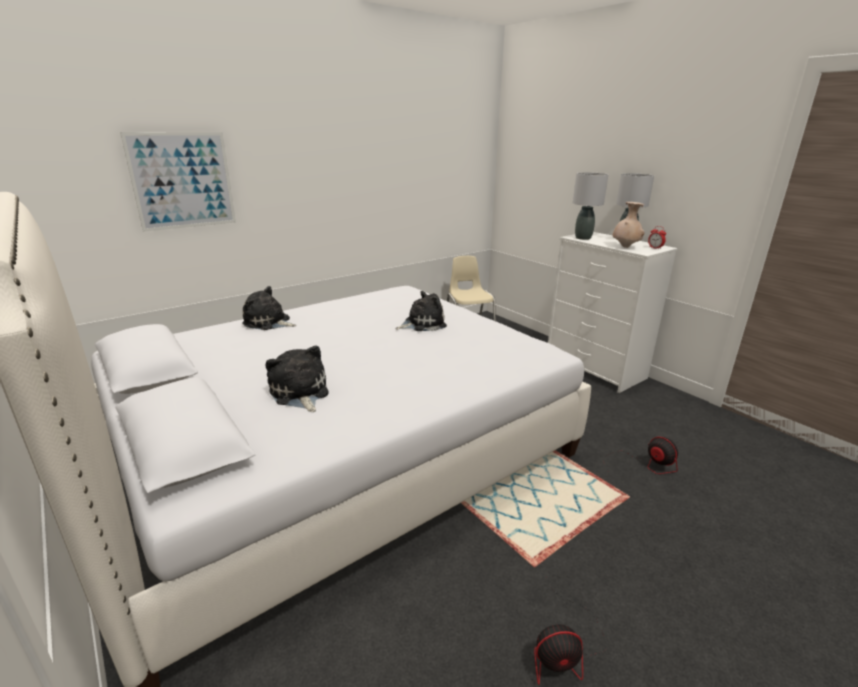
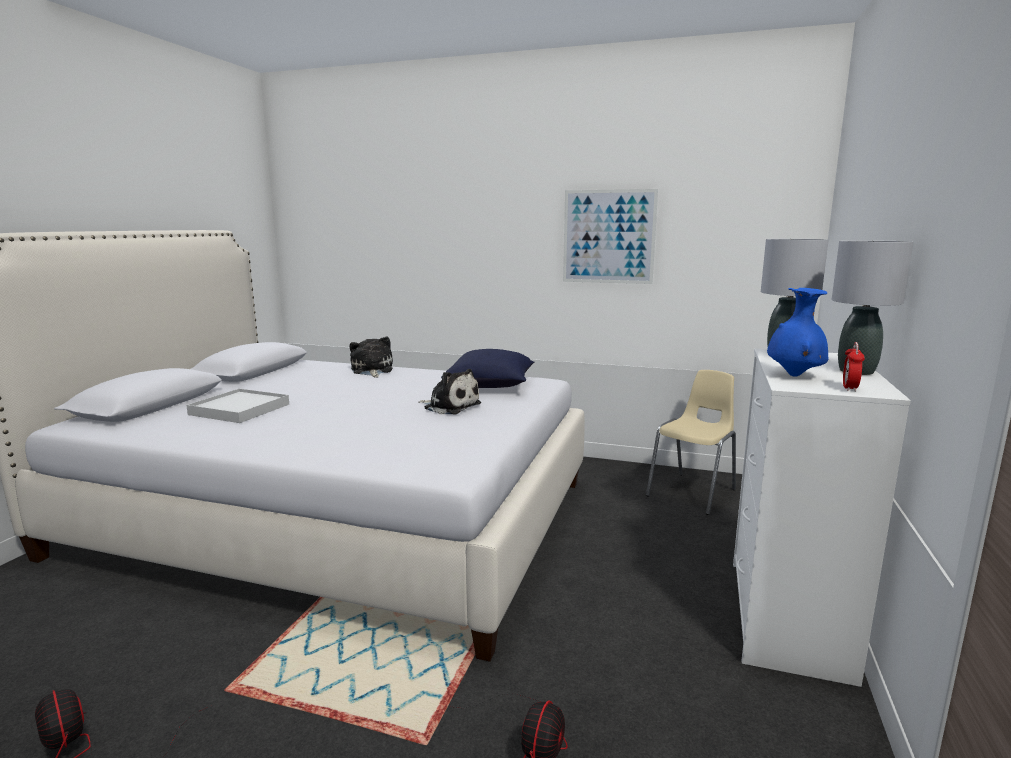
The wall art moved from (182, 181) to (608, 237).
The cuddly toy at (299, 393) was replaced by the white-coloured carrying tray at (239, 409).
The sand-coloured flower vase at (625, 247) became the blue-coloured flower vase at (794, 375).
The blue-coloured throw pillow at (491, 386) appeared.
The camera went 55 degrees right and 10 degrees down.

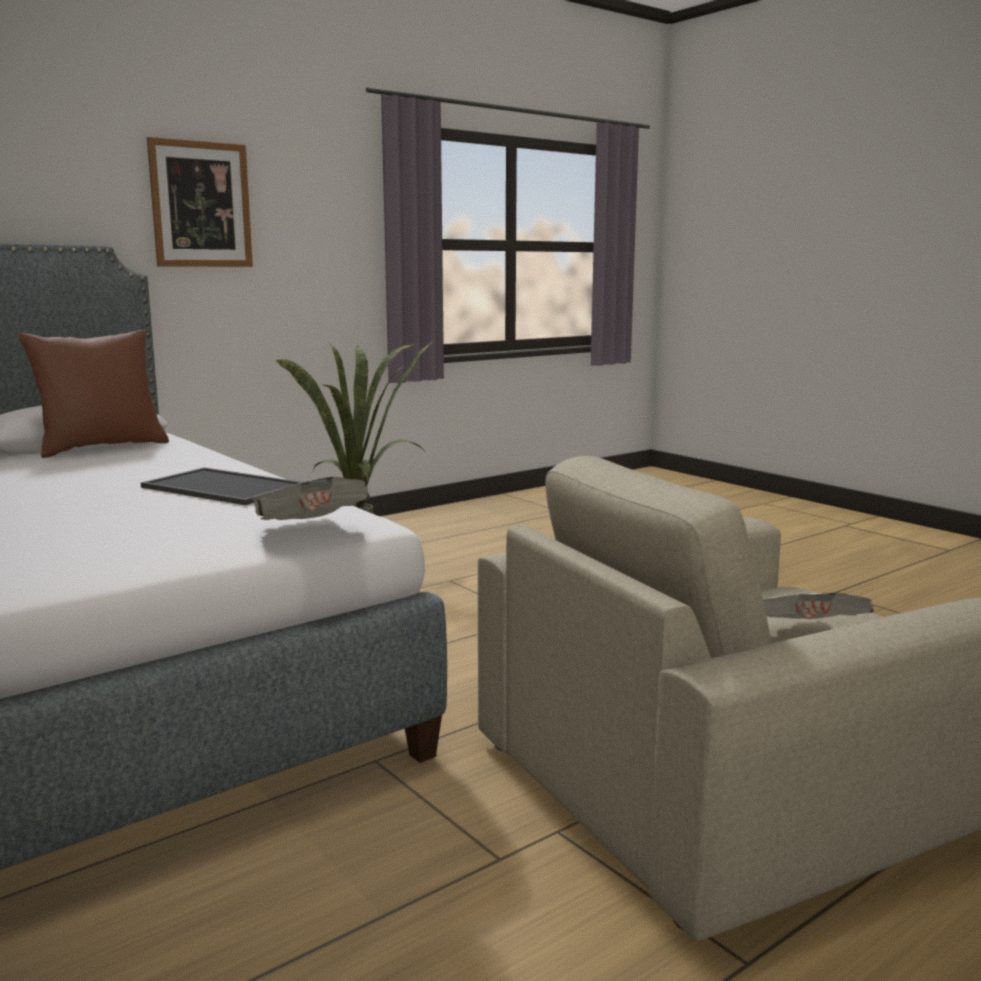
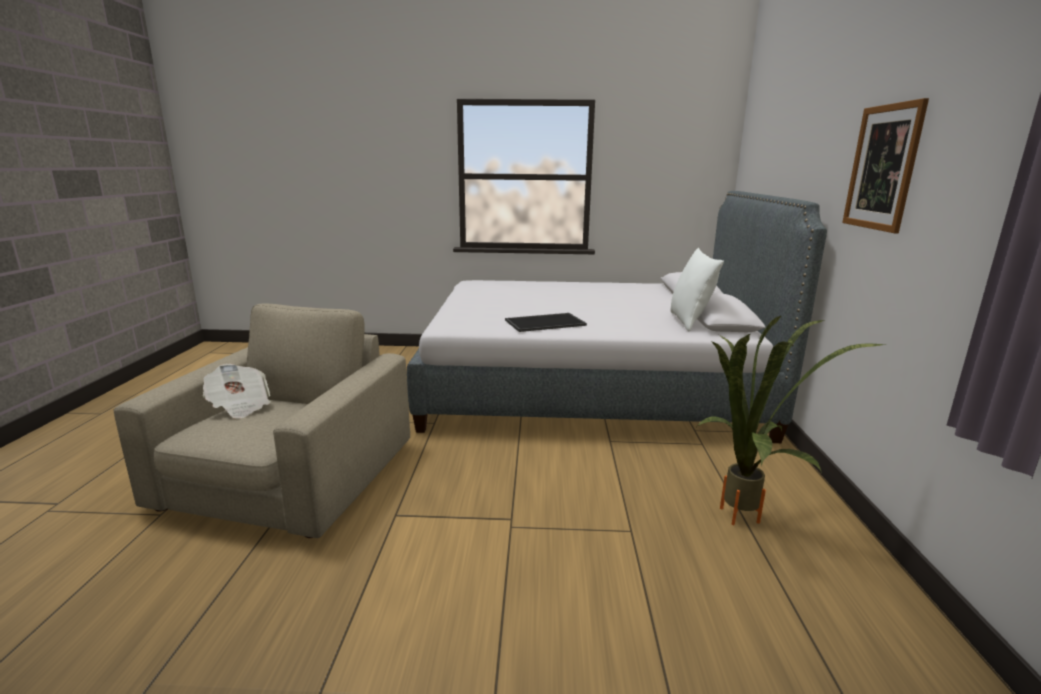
The brownish throw pillow at (102, 448) became the white-coloured throw pillow at (690, 321).
The daily paper at (313, 532) disappeared.
The camera went 130 degrees right and 5 degrees up.

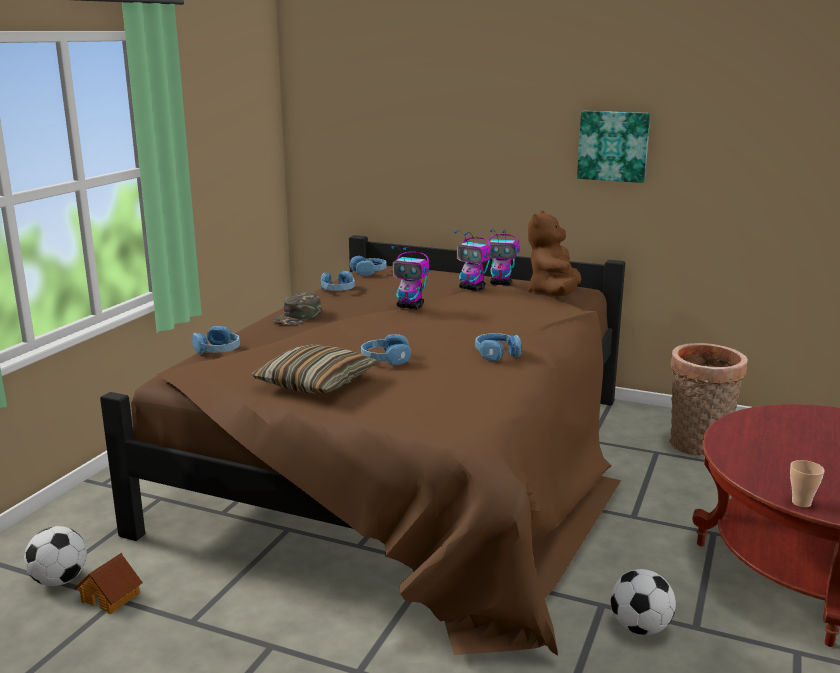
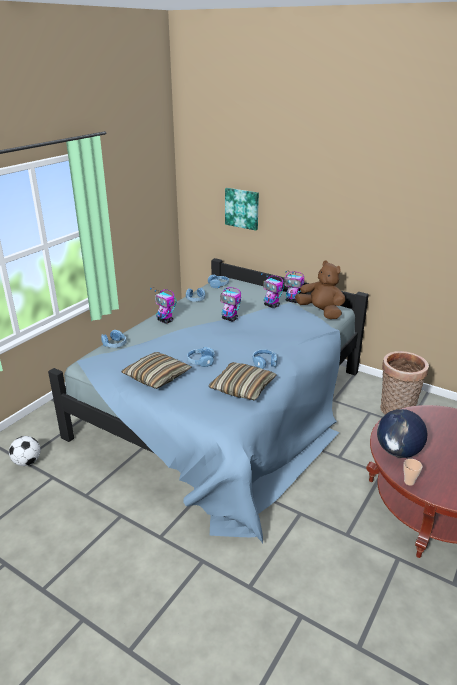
The model house at (111, 597) disappeared.
The brownish bed at (414, 467) became the blue-coloured bed at (226, 409).
The green cap at (297, 317) was replaced by the toy robot at (165, 321).
The brownish cuddly toy at (554, 294) turned 105 degrees clockwise.
The wall art moved from (613, 146) to (242, 208).
The football ball at (640, 628) disappeared.
The throw pillow at (242, 388) appeared.
The globe at (398, 452) appeared.
The camera went 10 degrees right and 10 degrees up.

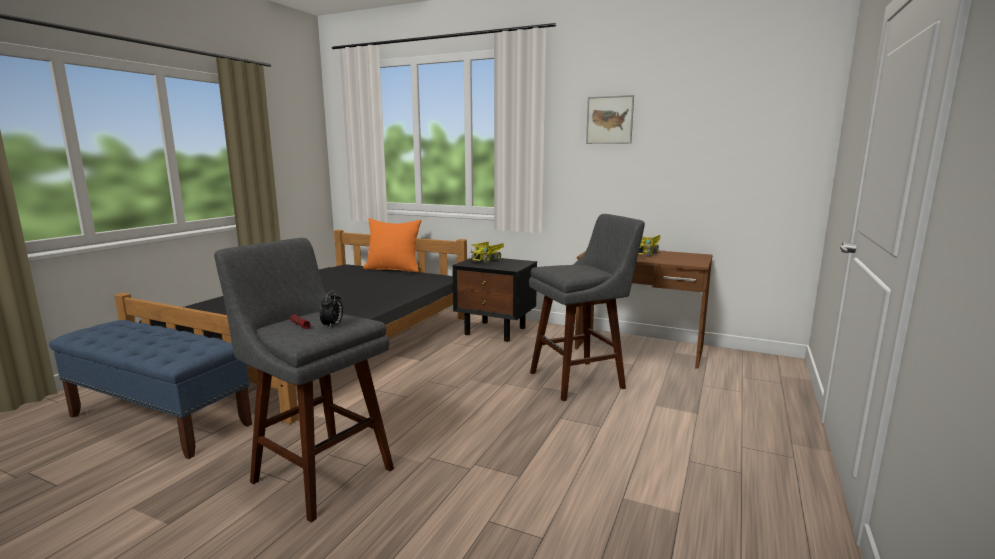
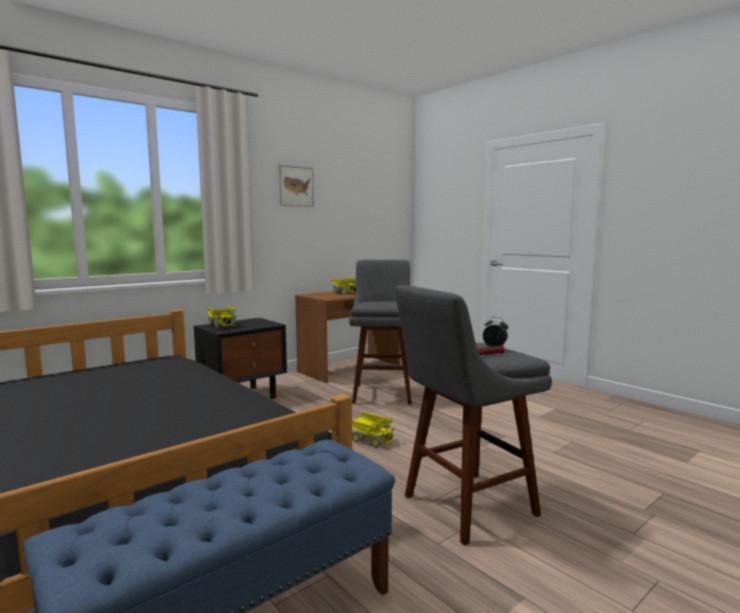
The orangey throw pillow at (393, 269) disappeared.
The toy lorry at (370, 440) appeared.
The camera went 65 degrees left and 5 degrees down.

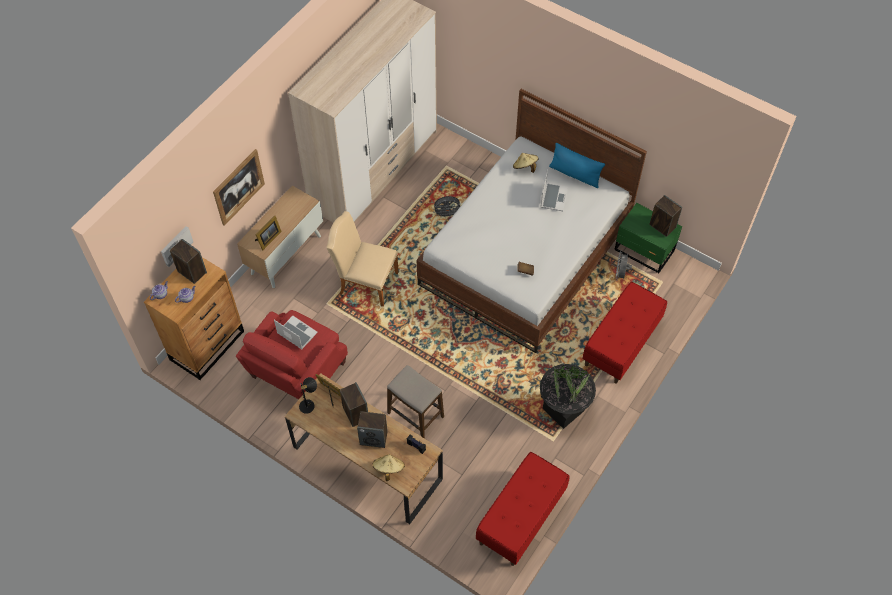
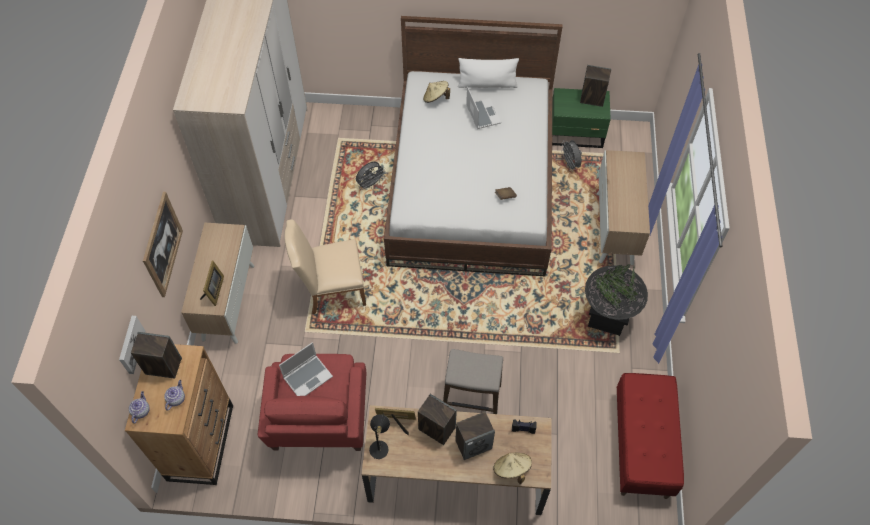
The notebook computer at (296, 333) turned 135 degrees clockwise.
The blue-coloured throw pillow at (575, 174) became the white-coloured throw pillow at (487, 84).
The red indoor bench at (621, 344) was replaced by the storage cabinet at (615, 228).
The camera went 30 degrees left and 0 degrees up.

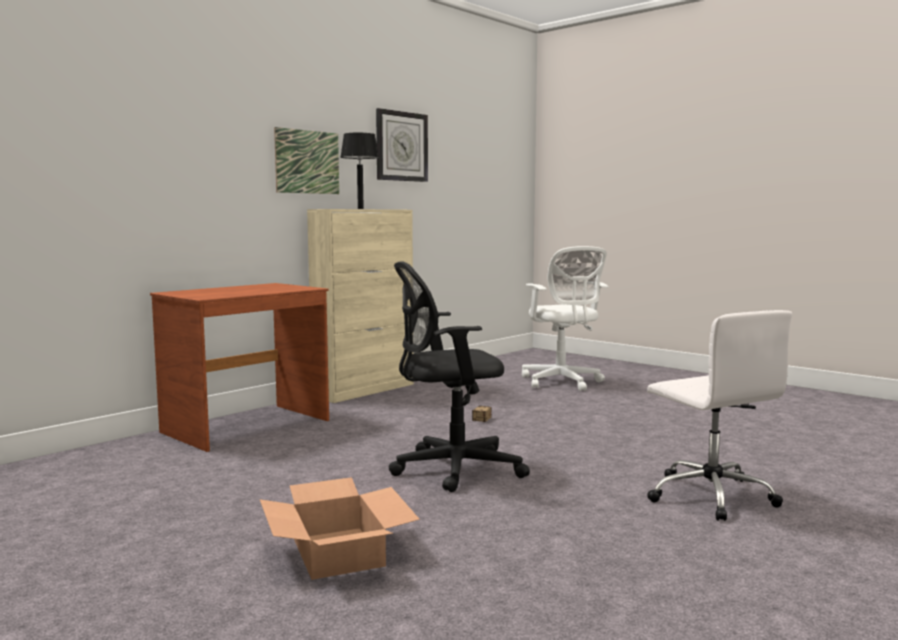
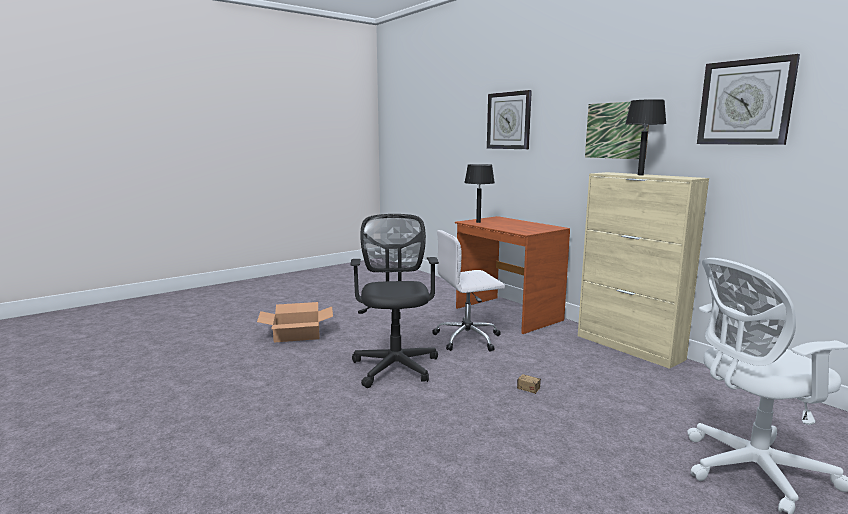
The white-coloured computer chair moved from (709, 495) to (468, 339).
The black tabletop lamp at (478, 222) appeared.
The hanging clock at (509, 120) appeared.
The camera went 100 degrees right and 5 degrees up.

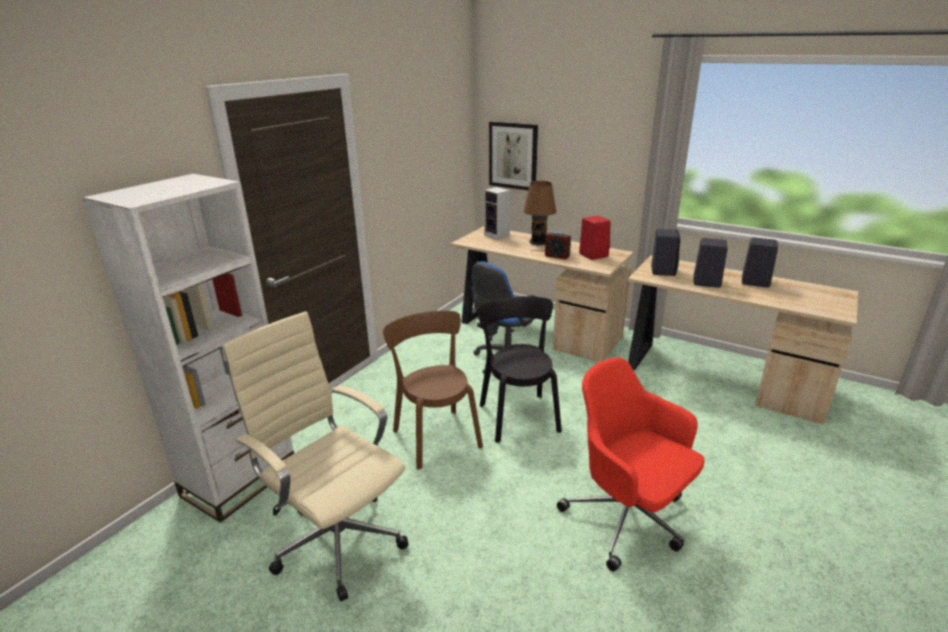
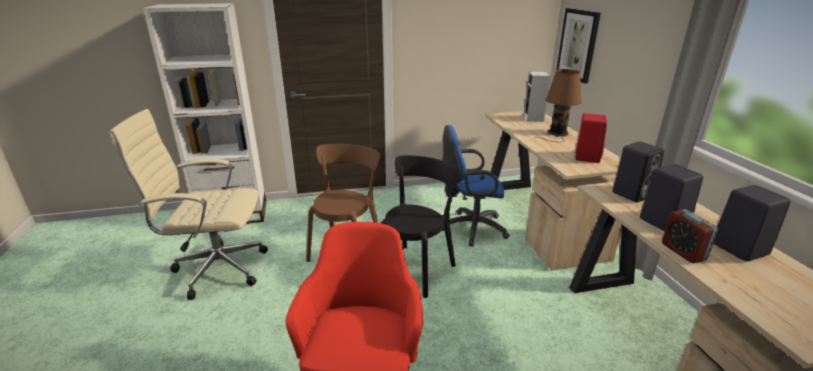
The sand-coloured computer chair at (336, 539) turned 90 degrees counterclockwise.
The bedside clock moved from (557, 256) to (683, 252).
The camera went 45 degrees right and 0 degrees up.

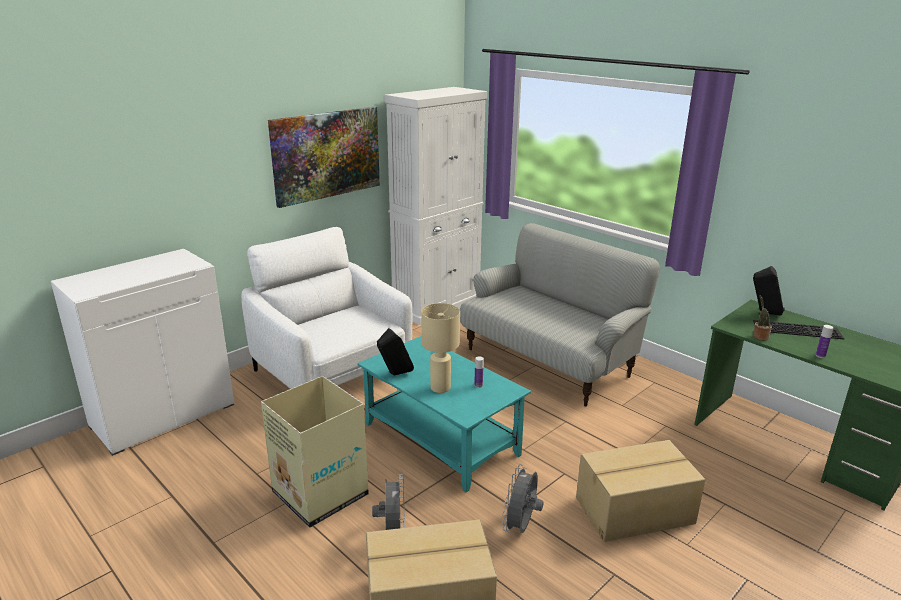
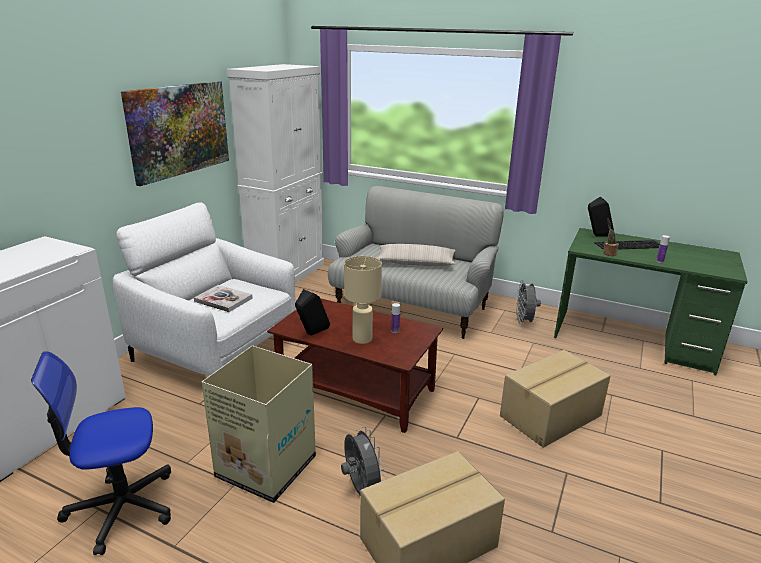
The turquoise low table at (442, 439) became the brownish low table at (357, 390).
The greyish cooling fan moved from (521, 527) to (524, 322).
The computer chair at (121, 507) appeared.
The volume at (223, 300) appeared.
The sand-coloured throw pillow at (416, 263) appeared.
The camera went 20 degrees left and 0 degrees up.

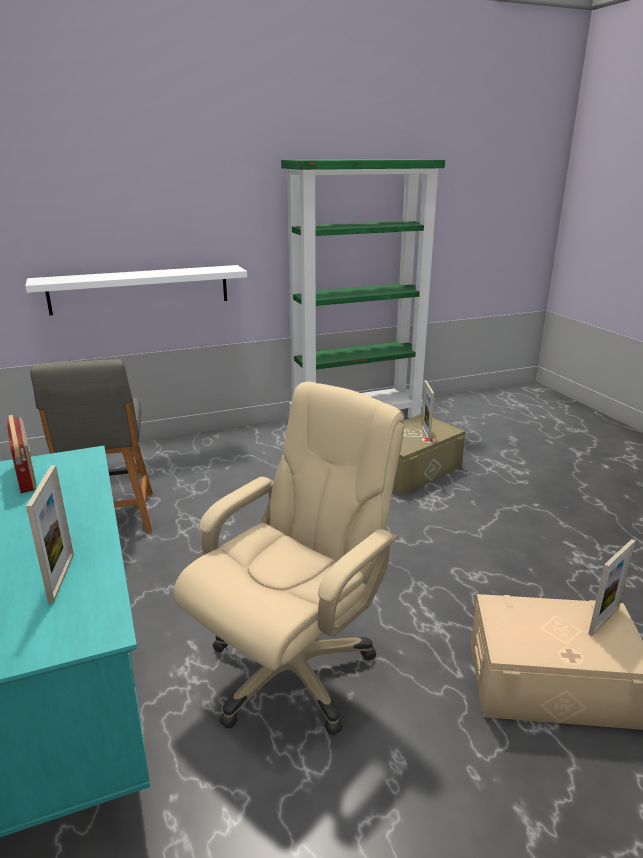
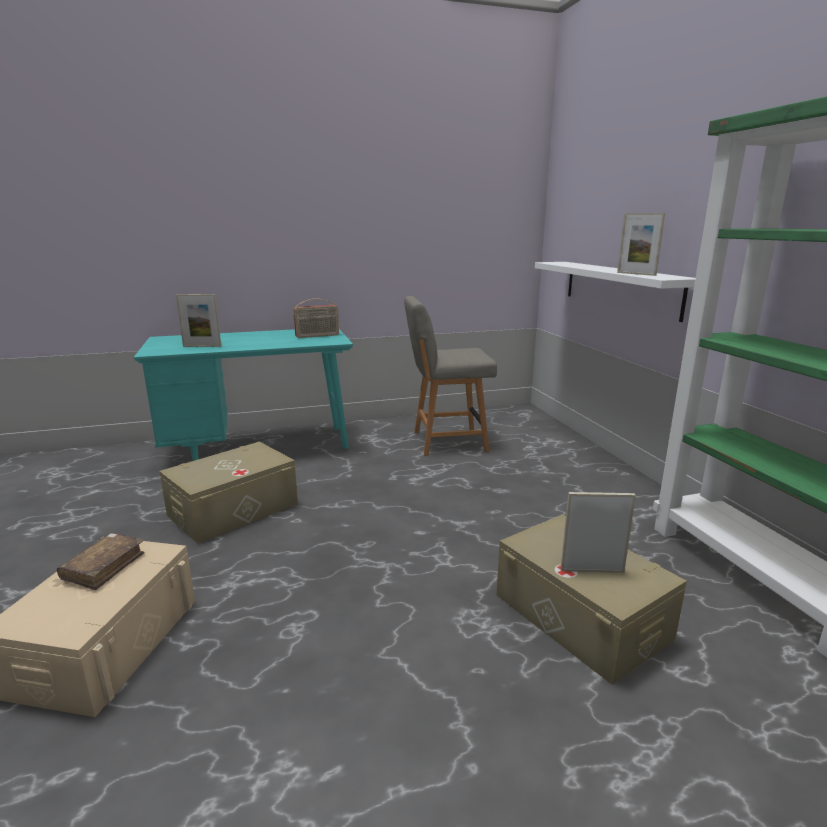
The sand-coloured computer chair at (292, 669) was replaced by the sand-coloured storage box at (233, 509).
The standing frame moved from (604, 620) to (636, 274).
The brownish volume at (104, 567) appeared.
The camera went 95 degrees right and 5 degrees down.

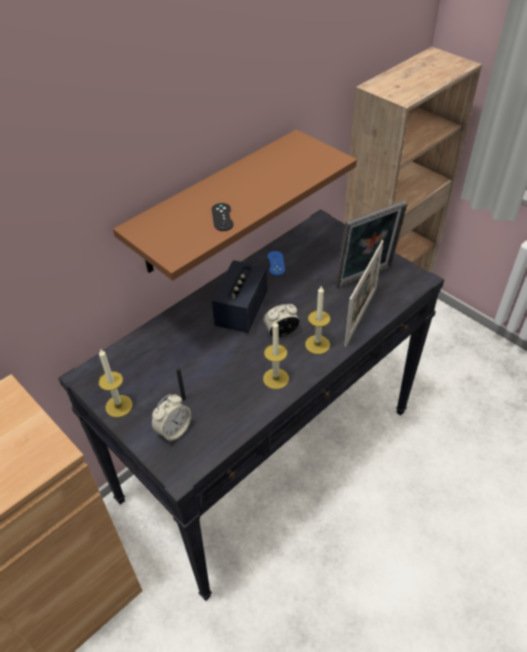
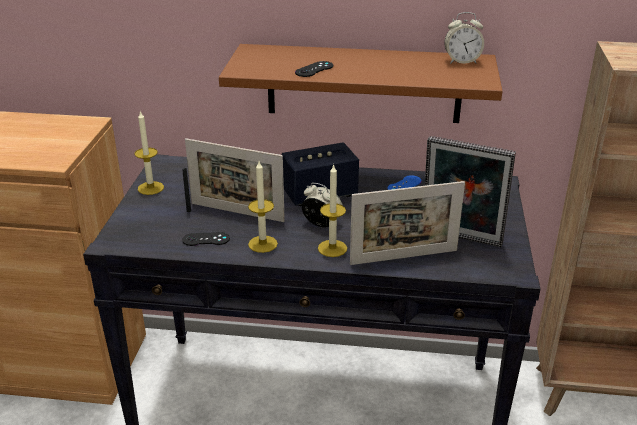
The bedside clock moved from (173, 430) to (461, 61).
The black joypad at (206, 239) appeared.
The standing frame at (237, 212) appeared.
The camera went 50 degrees right and 15 degrees down.

